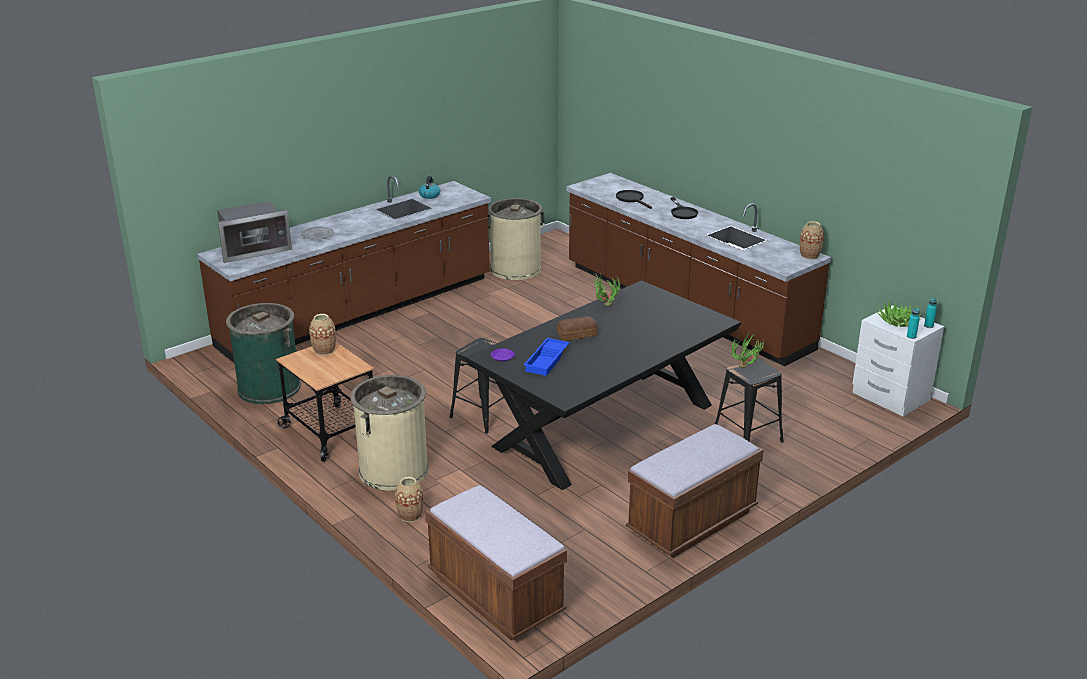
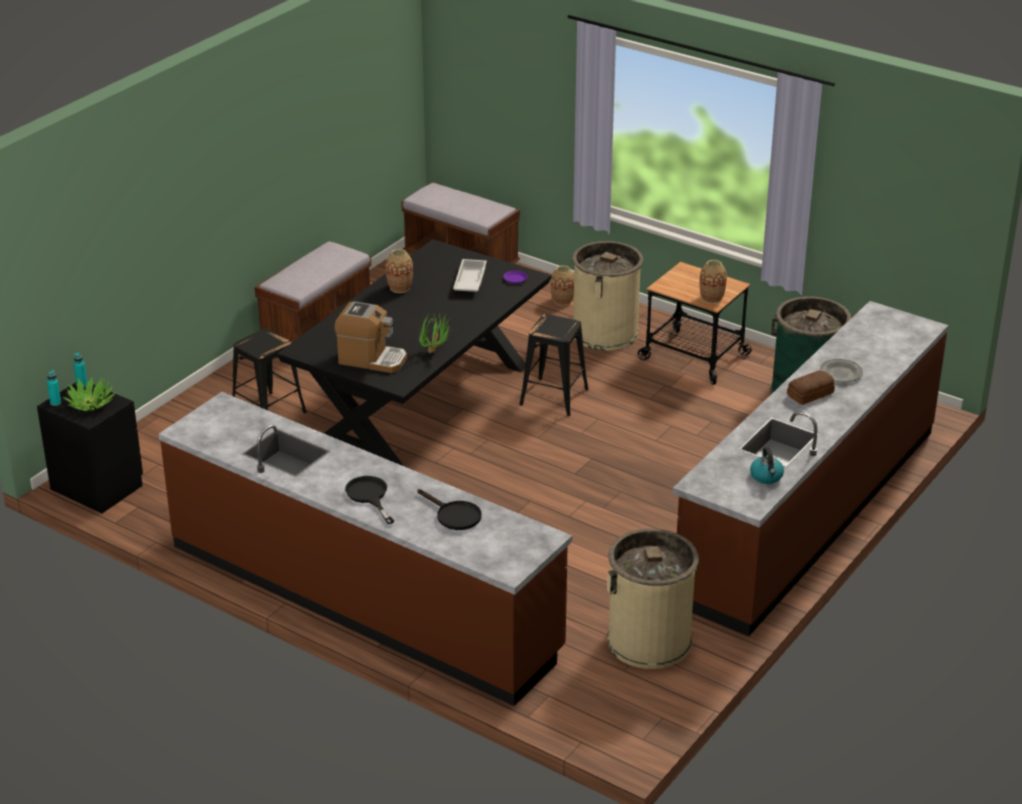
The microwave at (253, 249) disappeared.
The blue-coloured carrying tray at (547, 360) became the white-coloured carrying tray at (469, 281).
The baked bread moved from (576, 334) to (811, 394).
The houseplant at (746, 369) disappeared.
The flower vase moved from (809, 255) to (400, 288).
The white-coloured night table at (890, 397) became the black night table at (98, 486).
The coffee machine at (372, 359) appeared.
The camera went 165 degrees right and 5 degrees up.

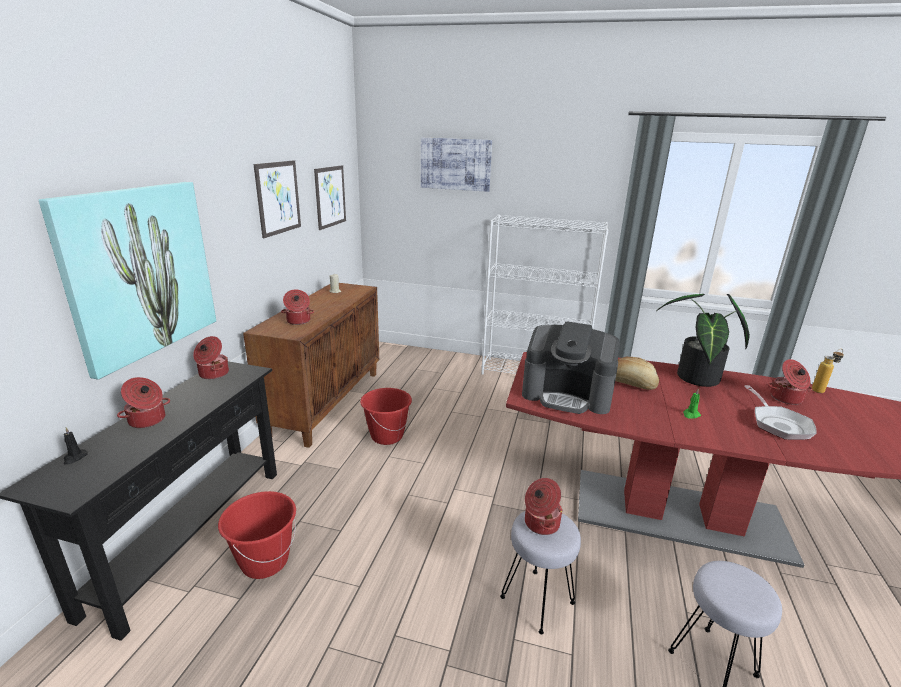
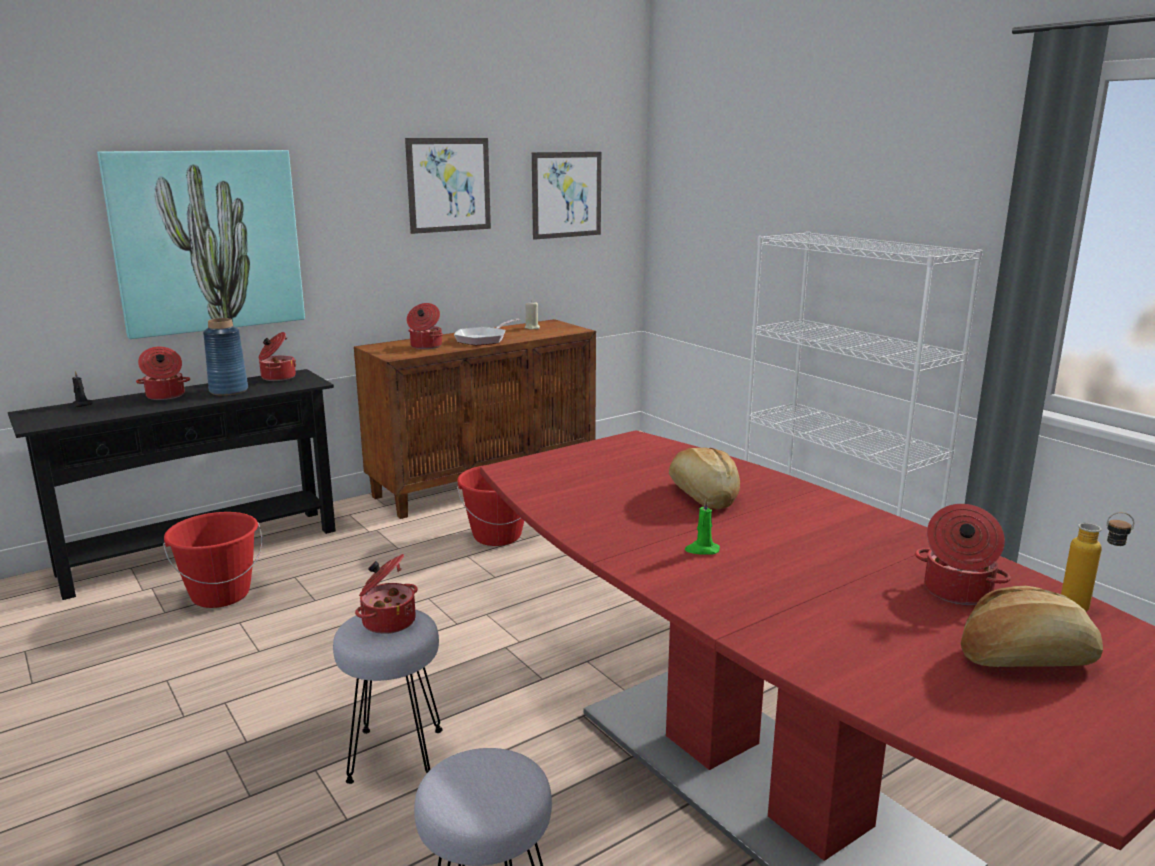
The wall art at (455, 164) disappeared.
The coffee machine at (567, 394) disappeared.
The houseplant at (695, 379) disappeared.
The frying pan moved from (778, 424) to (484, 339).
The blue-coloured flower vase at (228, 390) appeared.
The baked bread at (1025, 659) appeared.
The camera went 40 degrees right and 5 degrees down.

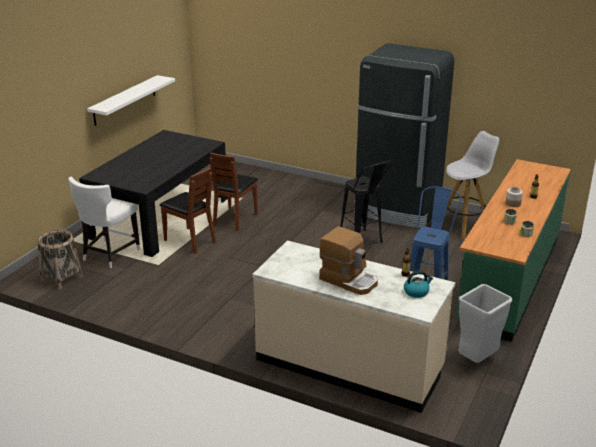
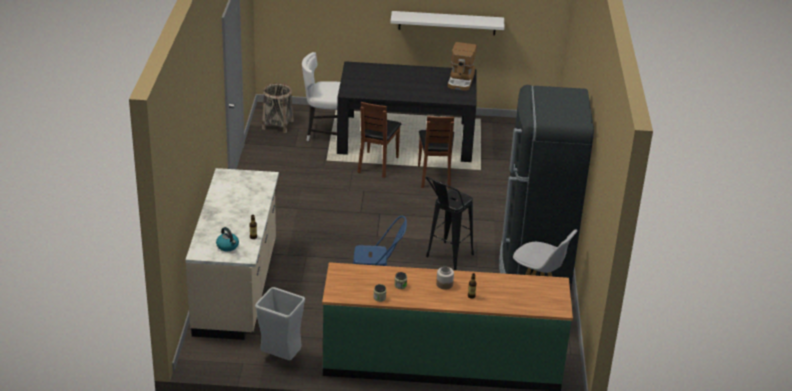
The brownish upright chair at (234, 219) turned 90 degrees counterclockwise.
The coffee machine moved from (349, 280) to (461, 80).
The camera went 65 degrees right and 5 degrees up.

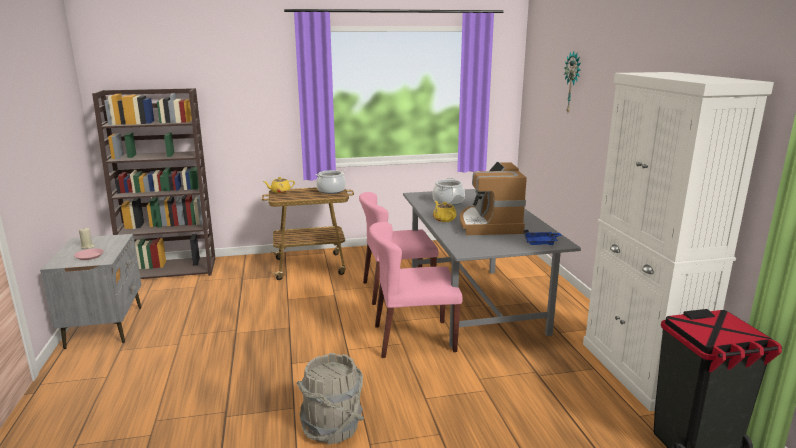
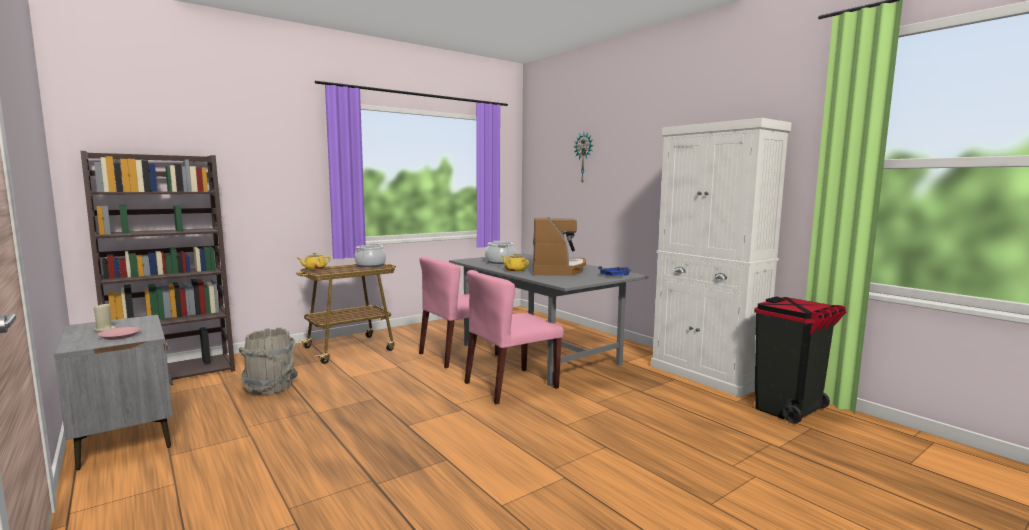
The greyish pail moved from (332, 427) to (271, 387).
The coffee machine at (489, 224) turned 150 degrees counterclockwise.
The camera went 25 degrees left and 10 degrees down.

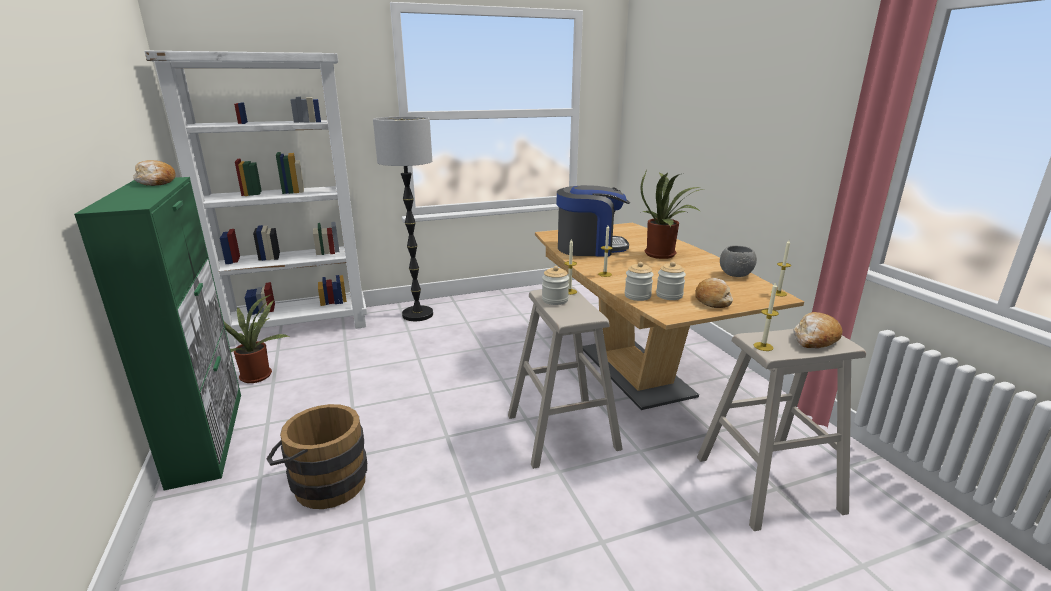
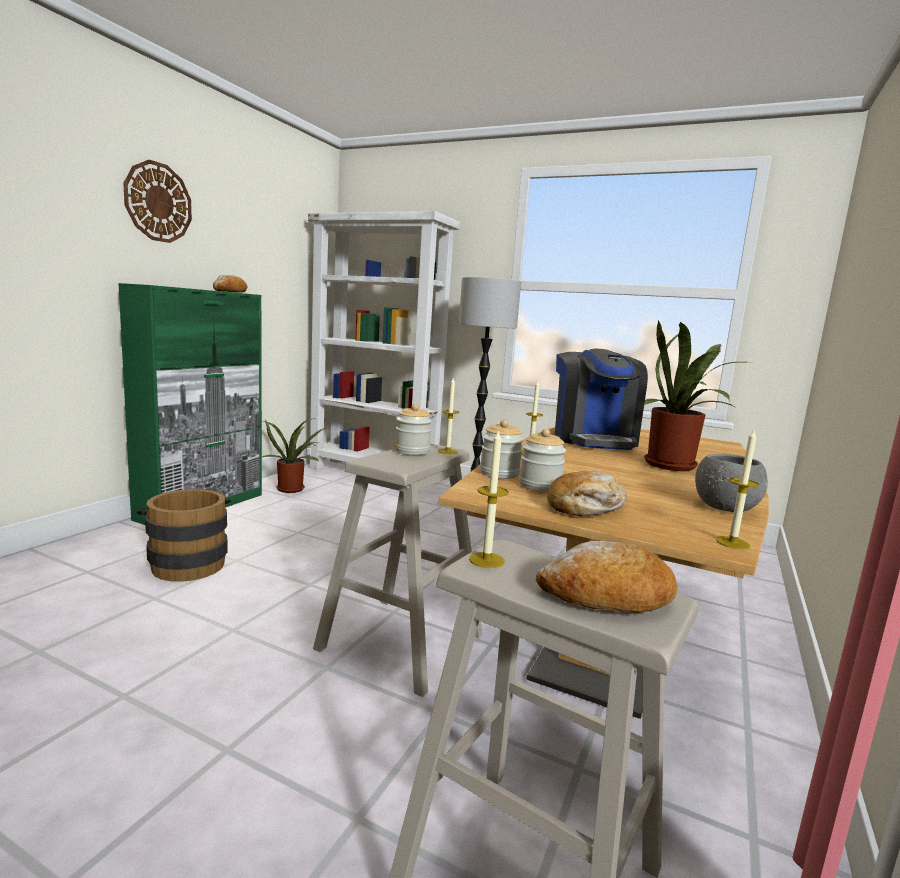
The coffee machine at (590, 248) turned 45 degrees clockwise.
The hanging clock at (158, 202) appeared.
The camera went 45 degrees right and 10 degrees down.

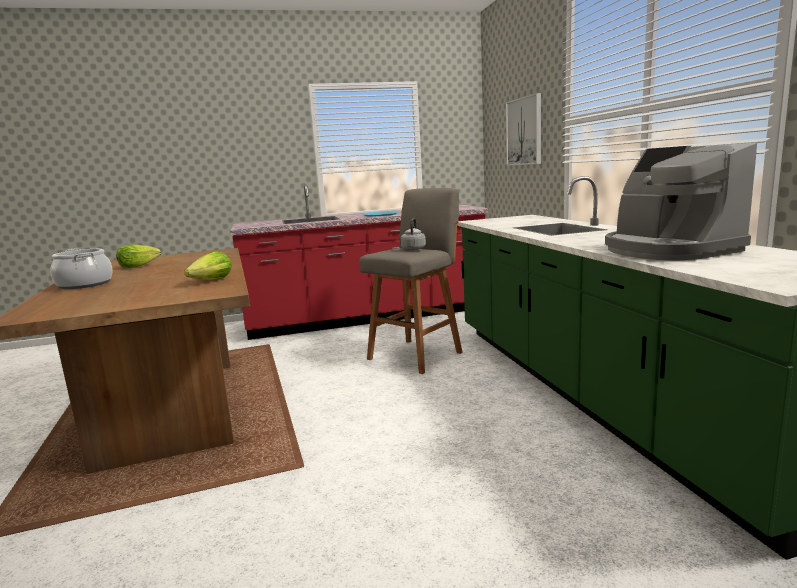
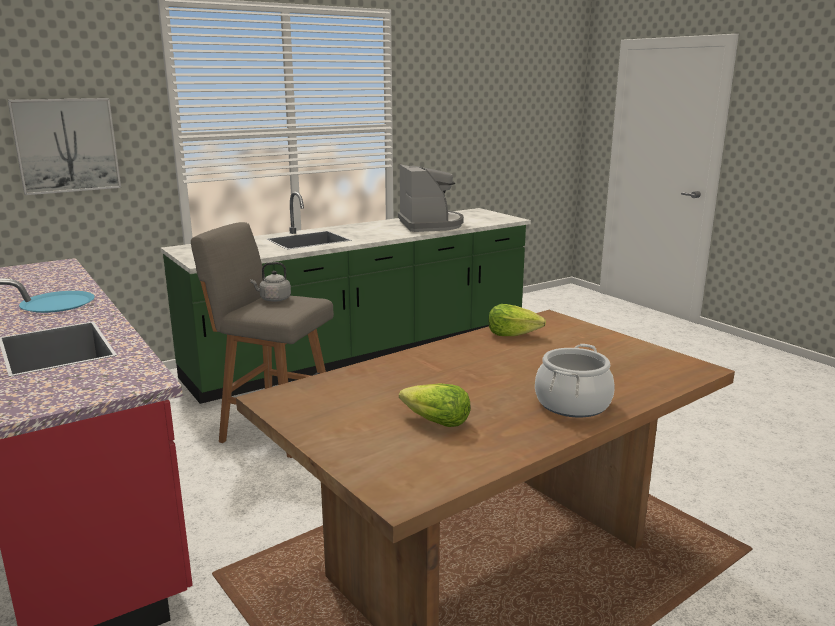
The coffee machine at (668, 250) turned 60 degrees counterclockwise.
The camera went 110 degrees left and 5 degrees up.

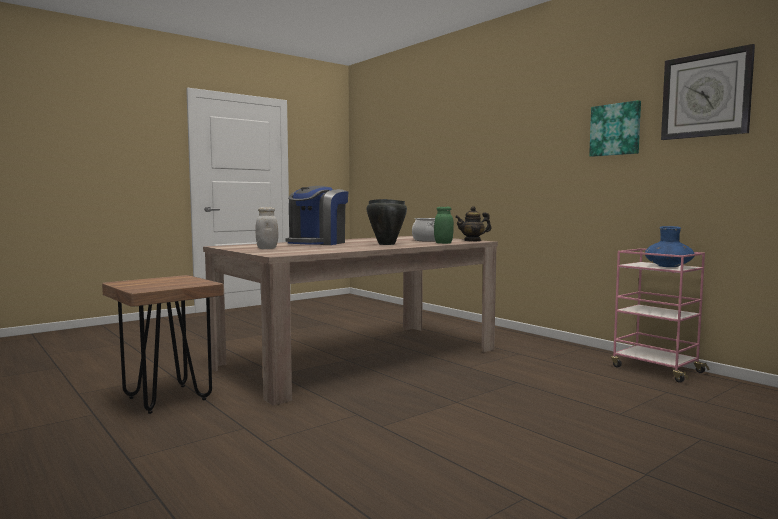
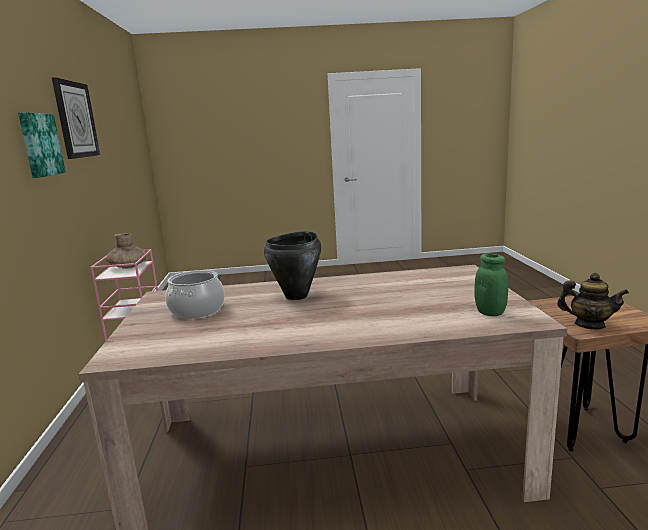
The white-coloured storage jar at (267, 248) disappeared.
The coffee machine at (317, 243) disappeared.
The green storage jar moved from (443, 243) to (490, 312).
The tea pot moved from (472, 240) to (589, 325).
The blue-coloured flower vase at (668, 266) became the brownish flower vase at (128, 266).
The camera went 145 degrees left and 10 degrees up.

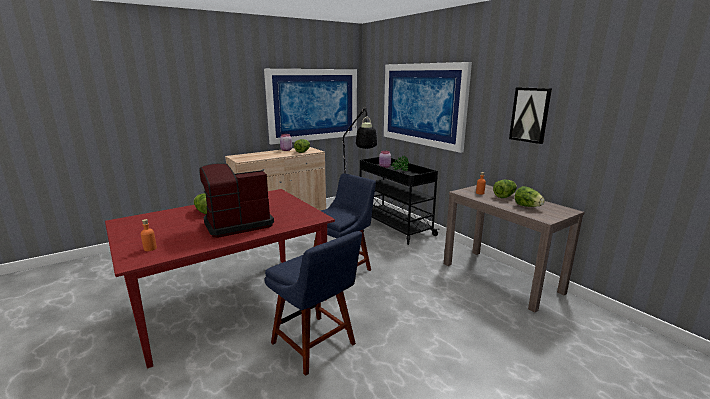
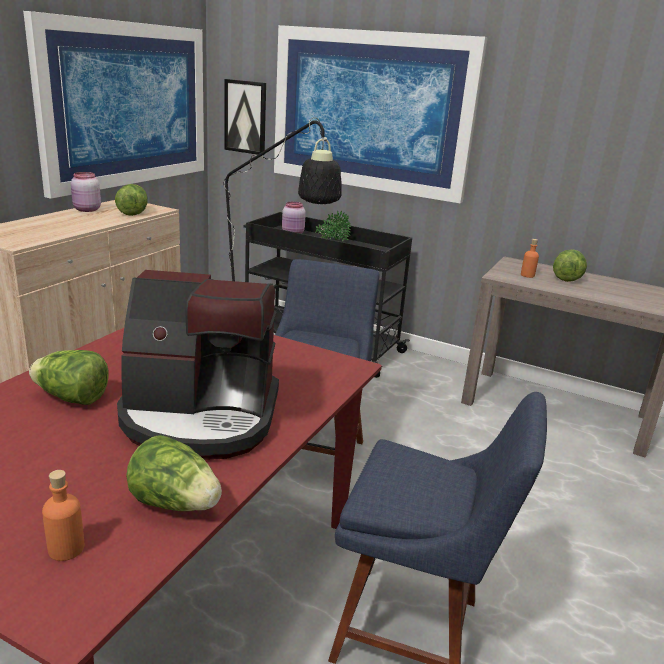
The coffee machine at (237, 224) turned 120 degrees counterclockwise.
The wall art moved from (530, 115) to (245, 117).
The head of lettuce moved from (527, 206) to (175, 503).
The camera went 30 degrees left and 5 degrees up.

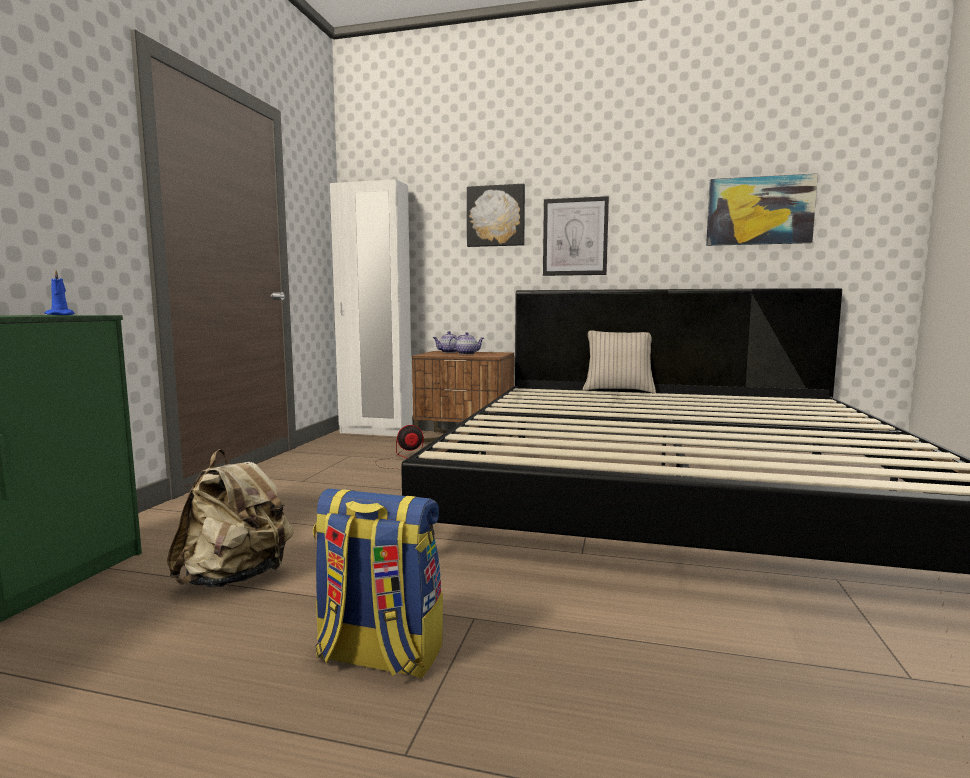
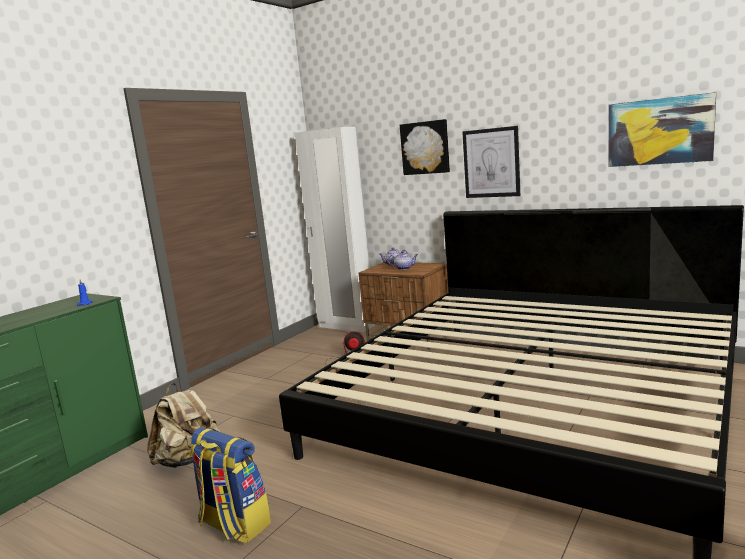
The sand-coloured throw pillow at (618, 390) disappeared.
The camera went 20 degrees right and 5 degrees up.

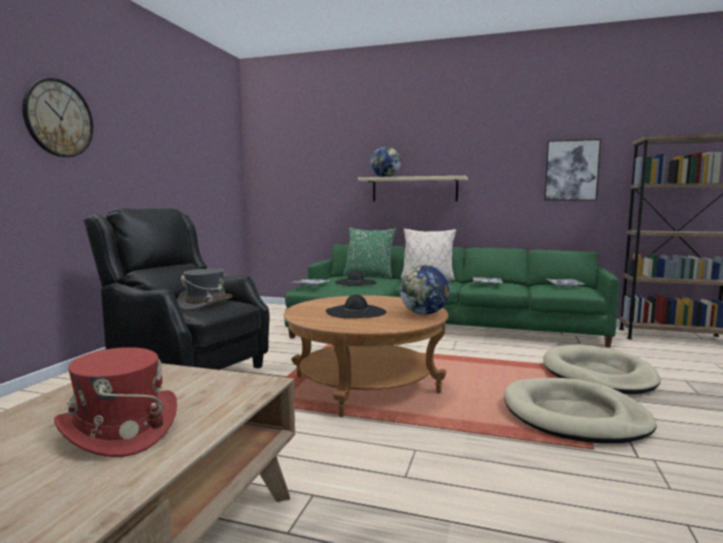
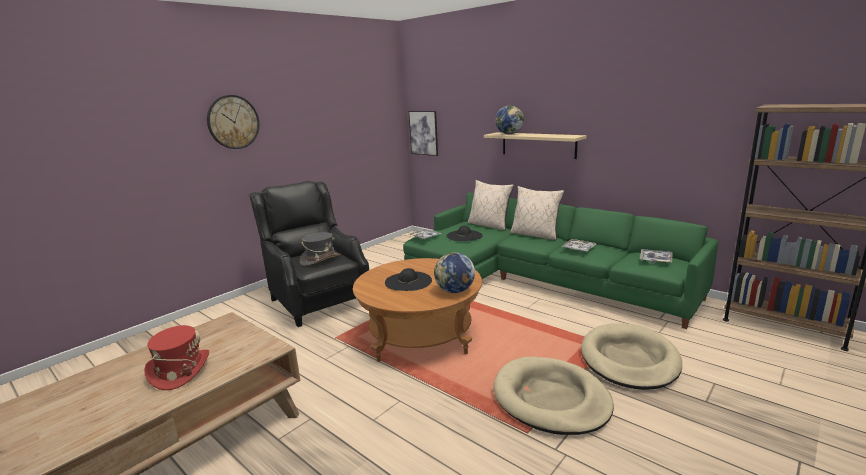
The green throw pillow at (369, 276) became the sand-coloured throw pillow at (489, 225).
The wall art moved from (571, 170) to (423, 133).
The camera went 25 degrees right and 10 degrees up.

